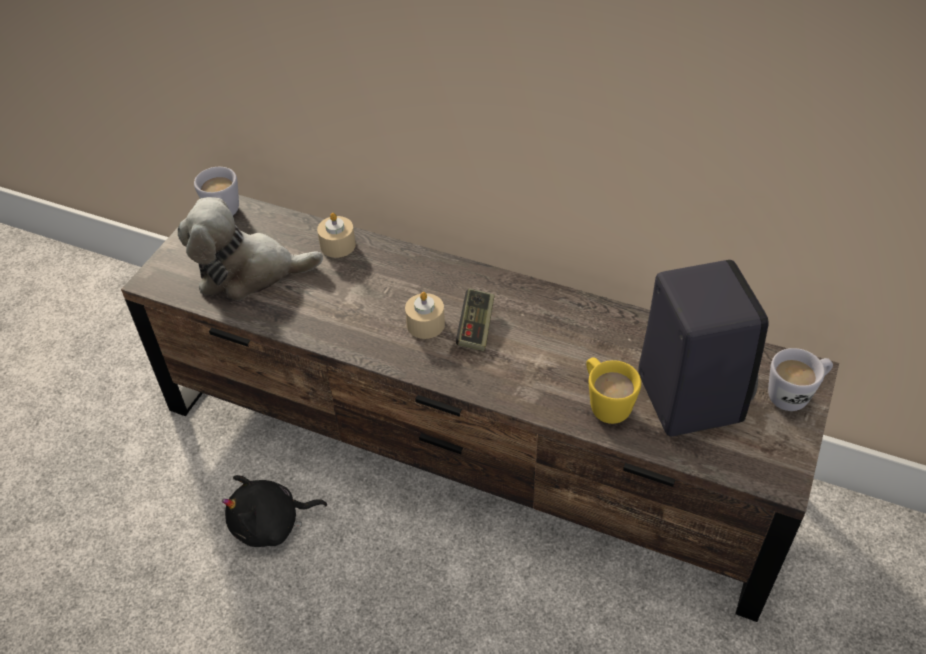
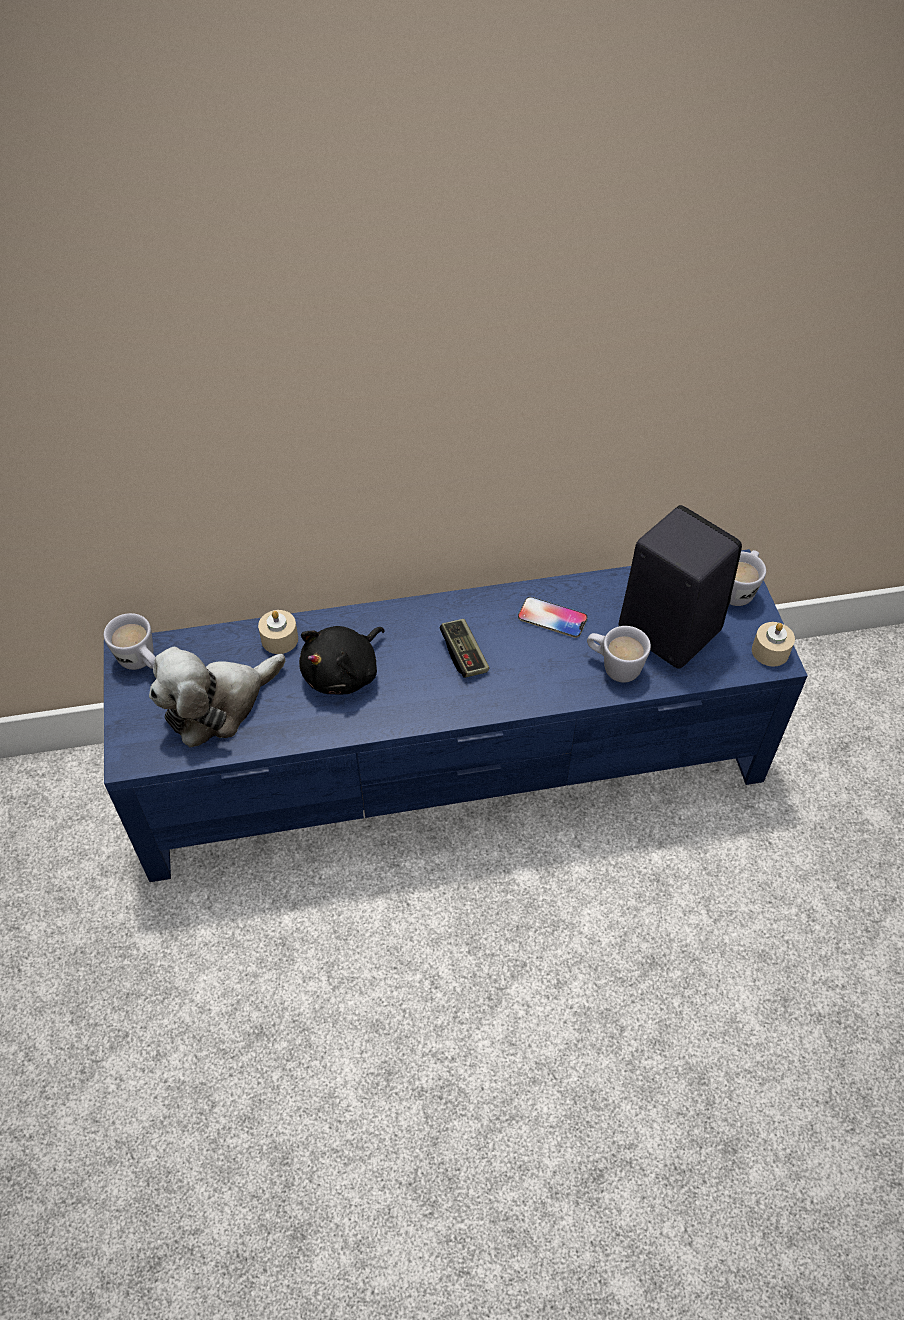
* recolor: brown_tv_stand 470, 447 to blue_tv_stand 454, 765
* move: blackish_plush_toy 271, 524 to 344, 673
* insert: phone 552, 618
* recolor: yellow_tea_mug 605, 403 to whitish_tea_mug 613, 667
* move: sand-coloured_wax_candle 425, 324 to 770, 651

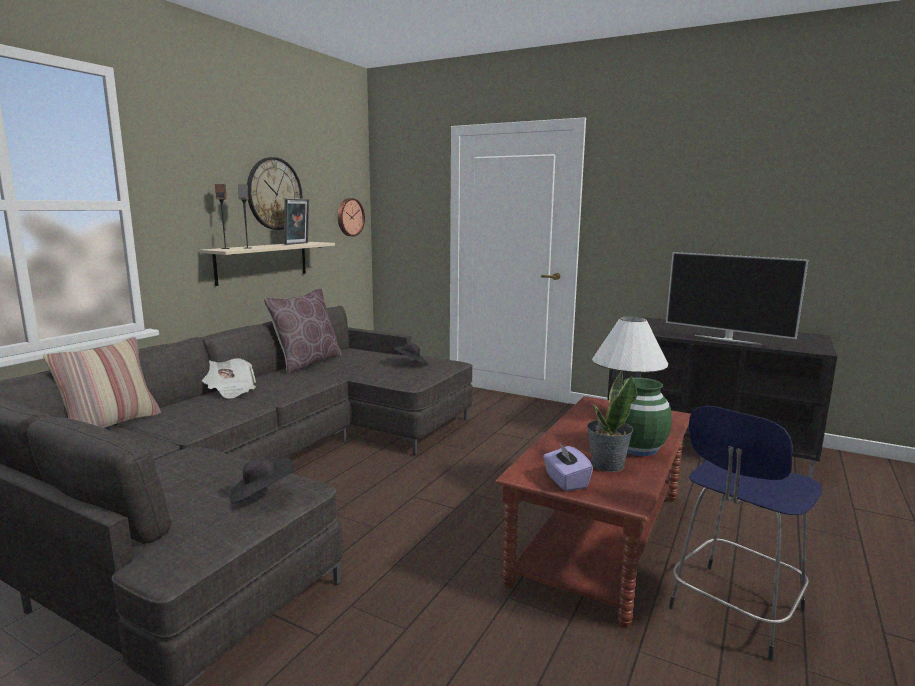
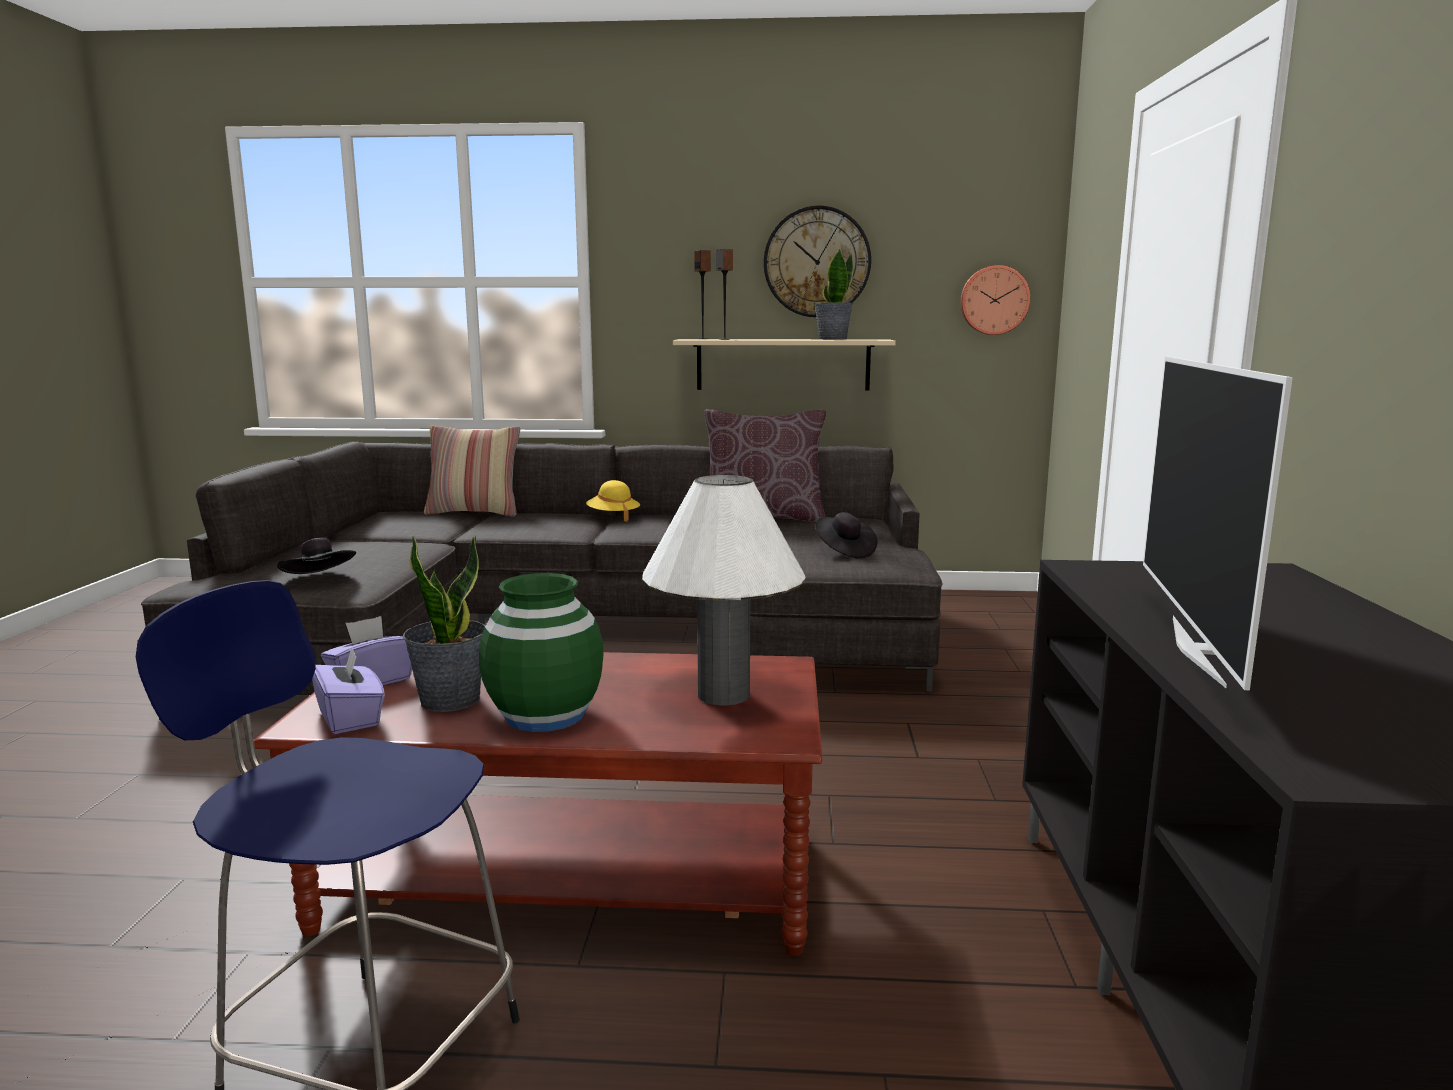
* insert: purple_box_of_tissues 350, 718
* replace: newspaper 229, 390 to yellow_hat 613, 517
* replace: standing_frame 297, 243 to plant_in_a_pot 832, 339

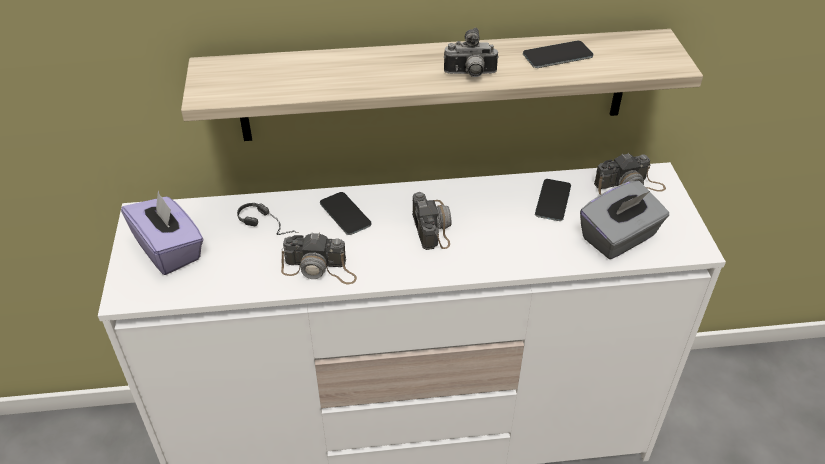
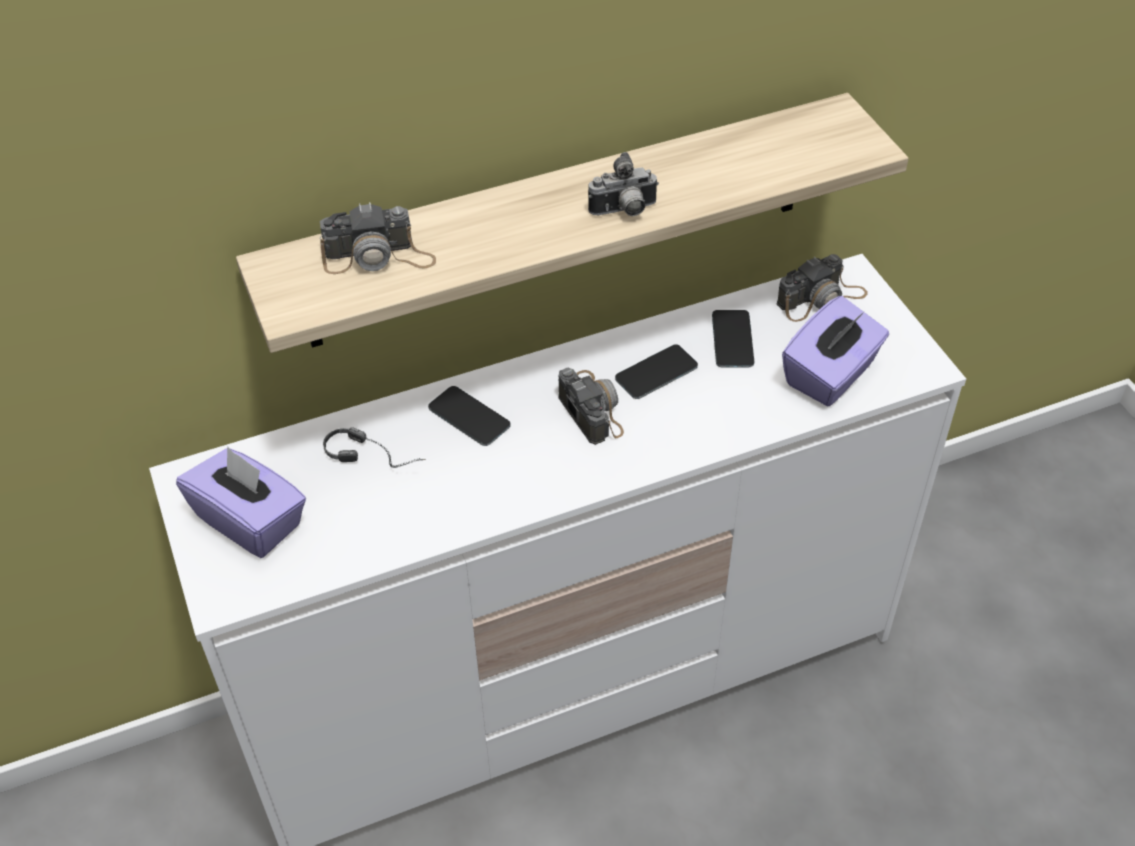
* move: photo_camera 319, 269 to 378, 257
* move: phone 557, 55 to 656, 372
* recolor: grey_box_of_tissues 619, 238 to purple_box_of_tissues 831, 375

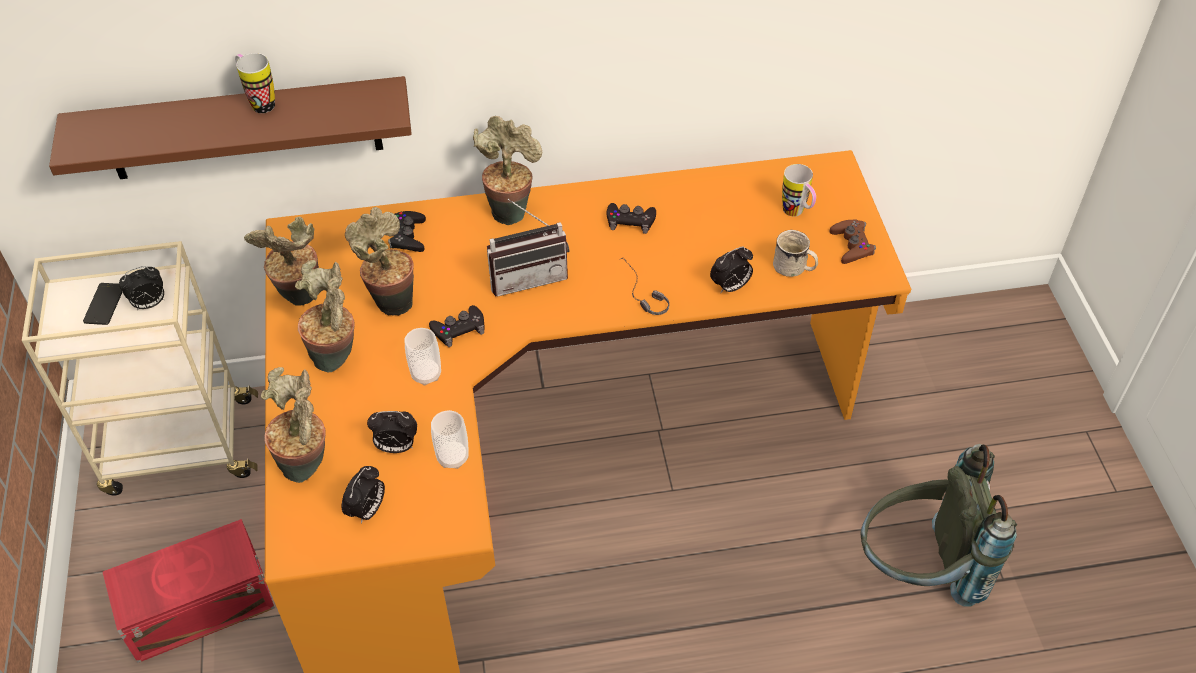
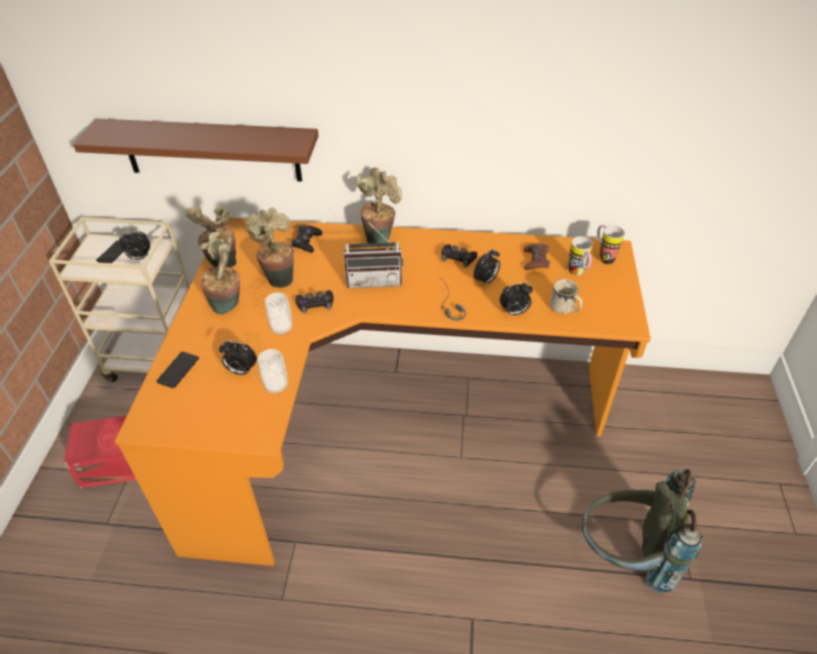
* replace: plant_in_a_pot 307, 465 to phone 178, 370
* move: bedside_clock 367, 510 to 486, 281
* move: brown_game_controller 851, 245 to 536, 260
* move: tea_mug 259, 102 to 603, 256

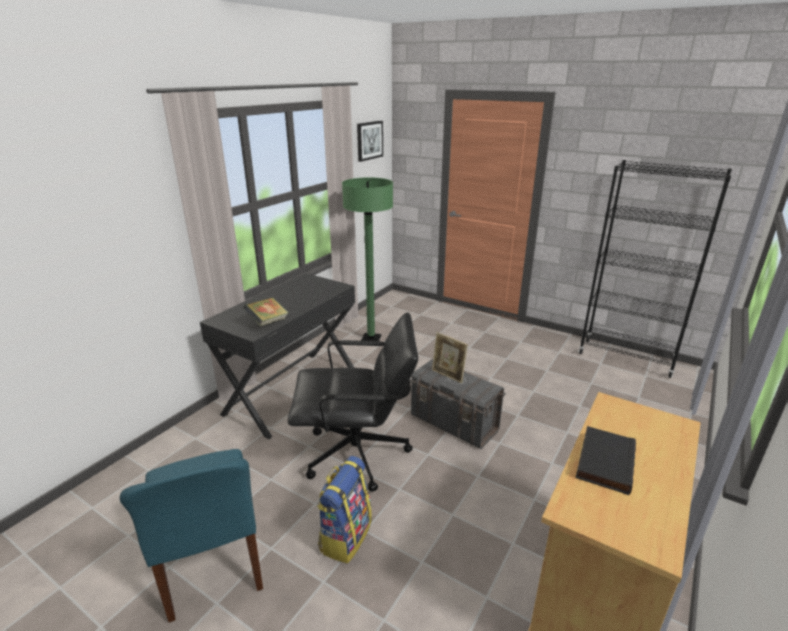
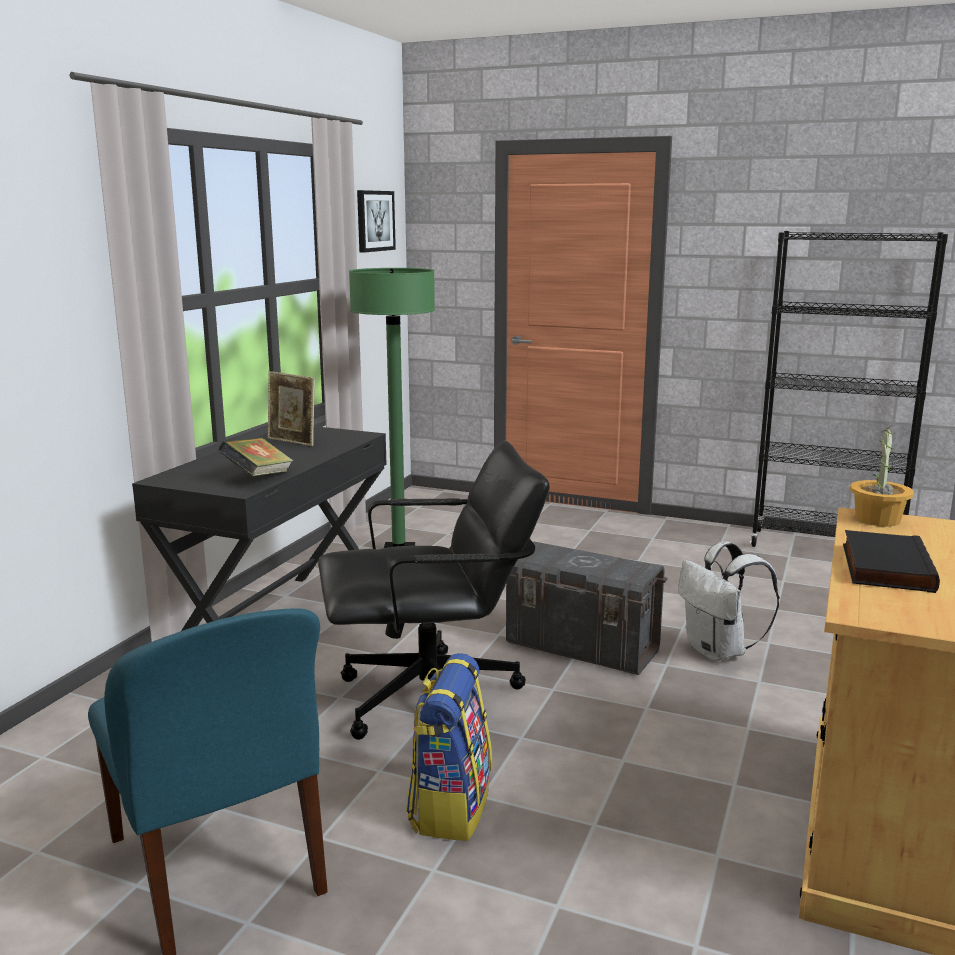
* move: standing_frame 448, 376 to 292, 442
* insert: whitish_rucksack 719, 652
* insert: plant_in_a_pot 878, 519

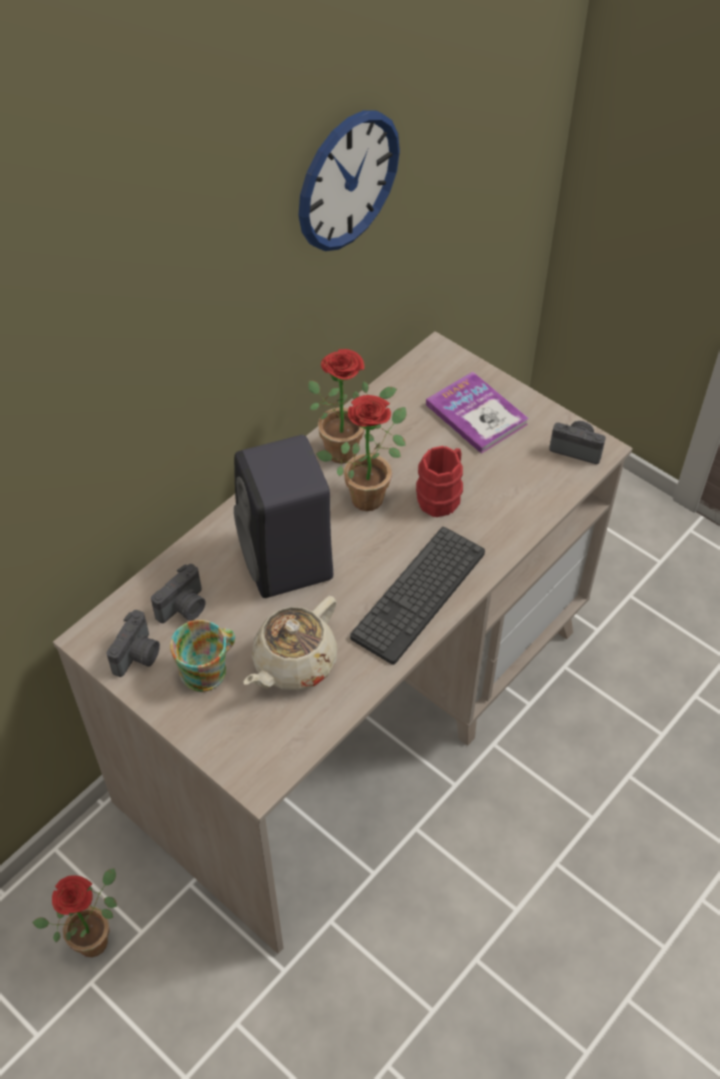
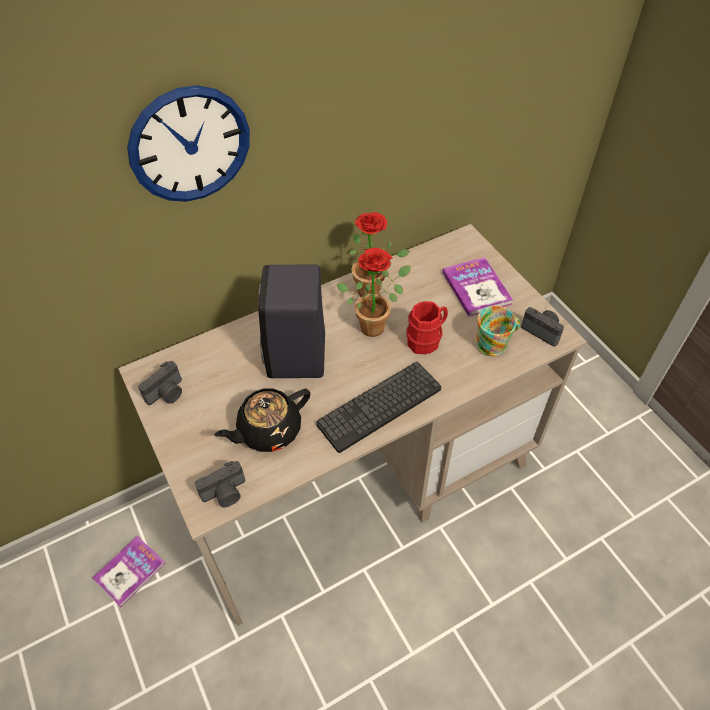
* replace: plant_in_a_pot 95, 935 to book 130, 571
* move: wall_clock 348, 181 to 190, 145
* move: photo_camera 184, 608 to 225, 494
* recolor: sand-coloured_teapot 293, 663 to blackish_teapot 268, 430
* move: tea_mug 209, 668 to 495, 343

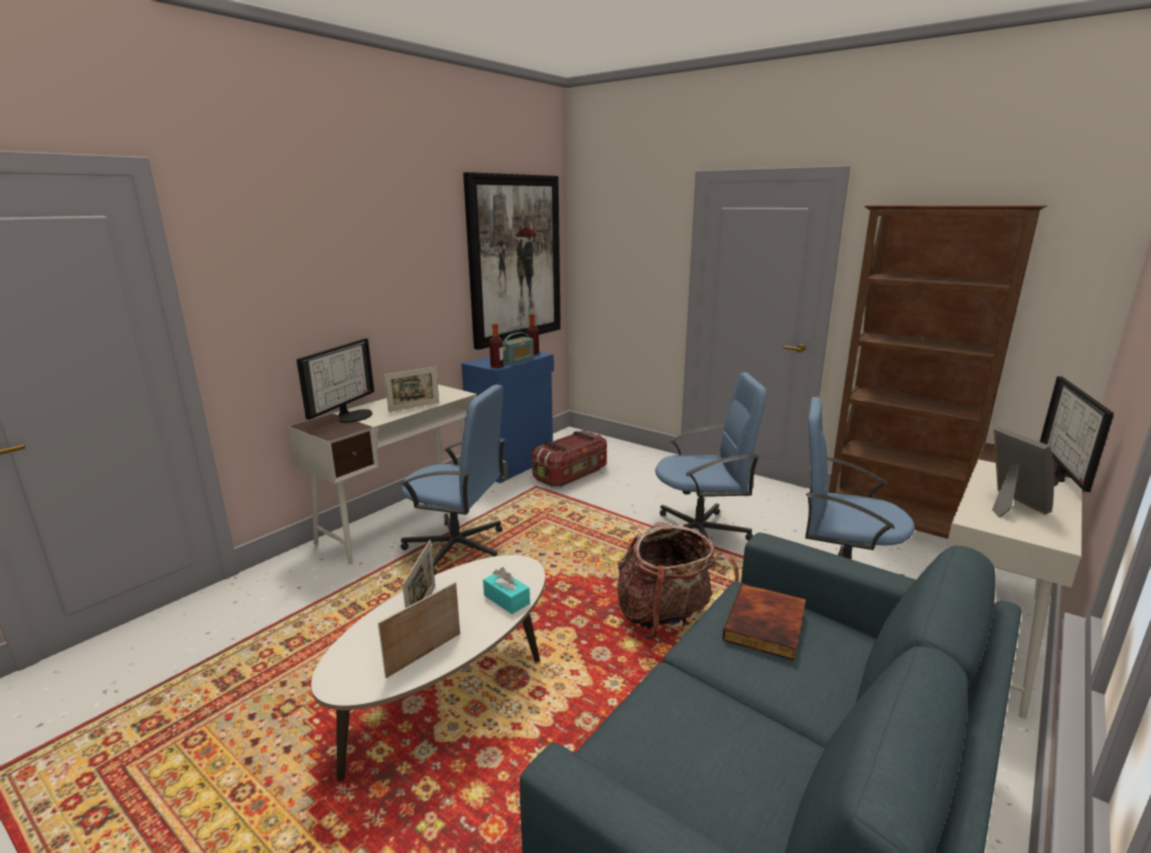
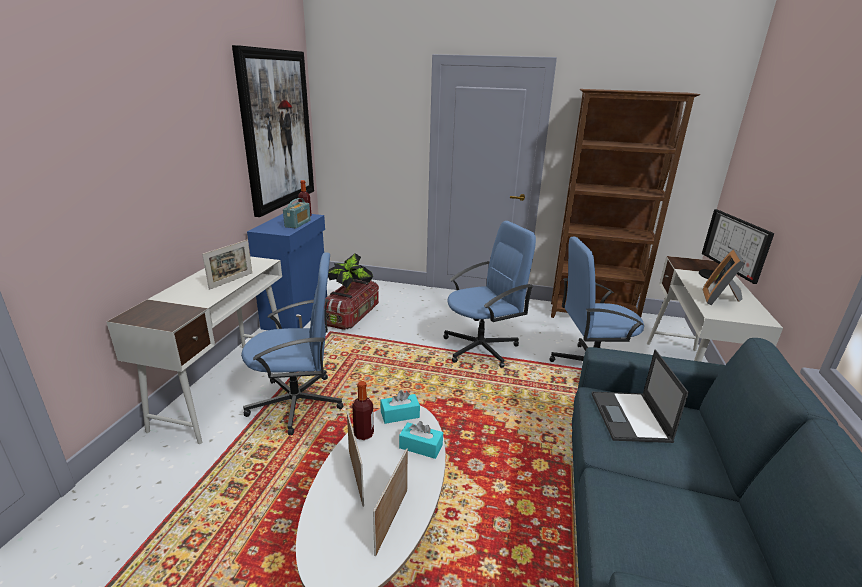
* insert: plant_in_a_pot 351, 291
* move: drink_bottle 497, 366 to 363, 434
* insert: turquoise_box_of_tissues 400, 414
* replace: book 767, 626 to portable_computer 630, 417
* rotate: standing_frame 1010, 505 = 720, 299 120 degrees counterclockwise
* delete: computer_display 352, 415
* delete: rucksack 666, 619

